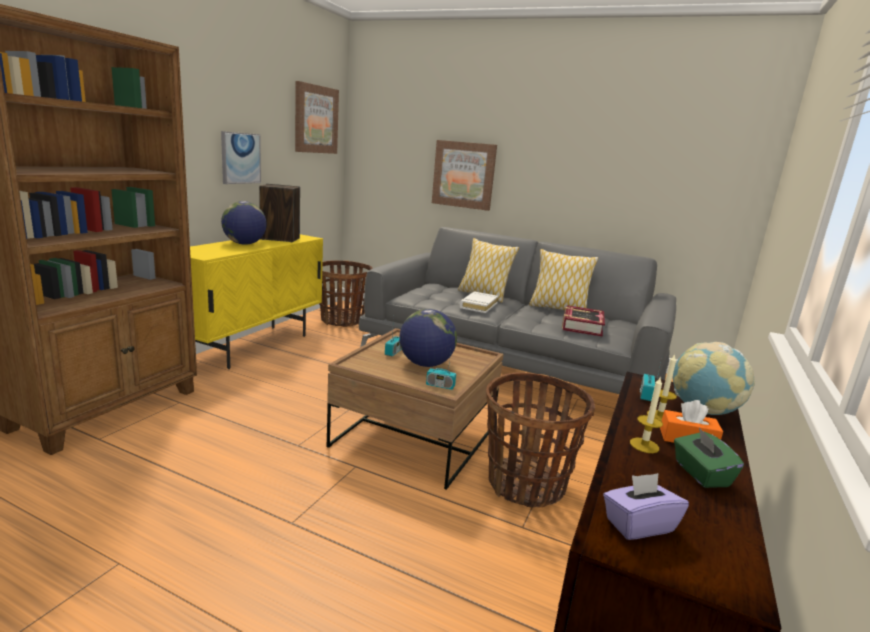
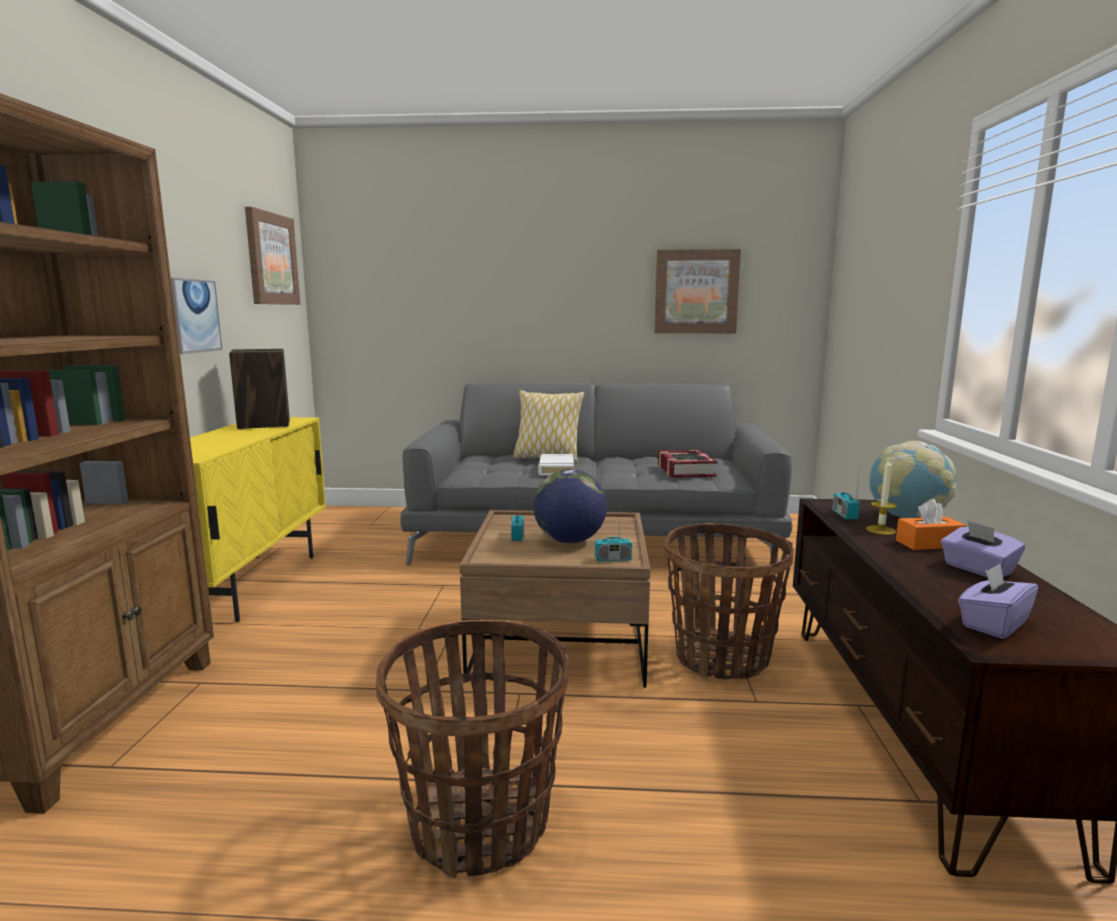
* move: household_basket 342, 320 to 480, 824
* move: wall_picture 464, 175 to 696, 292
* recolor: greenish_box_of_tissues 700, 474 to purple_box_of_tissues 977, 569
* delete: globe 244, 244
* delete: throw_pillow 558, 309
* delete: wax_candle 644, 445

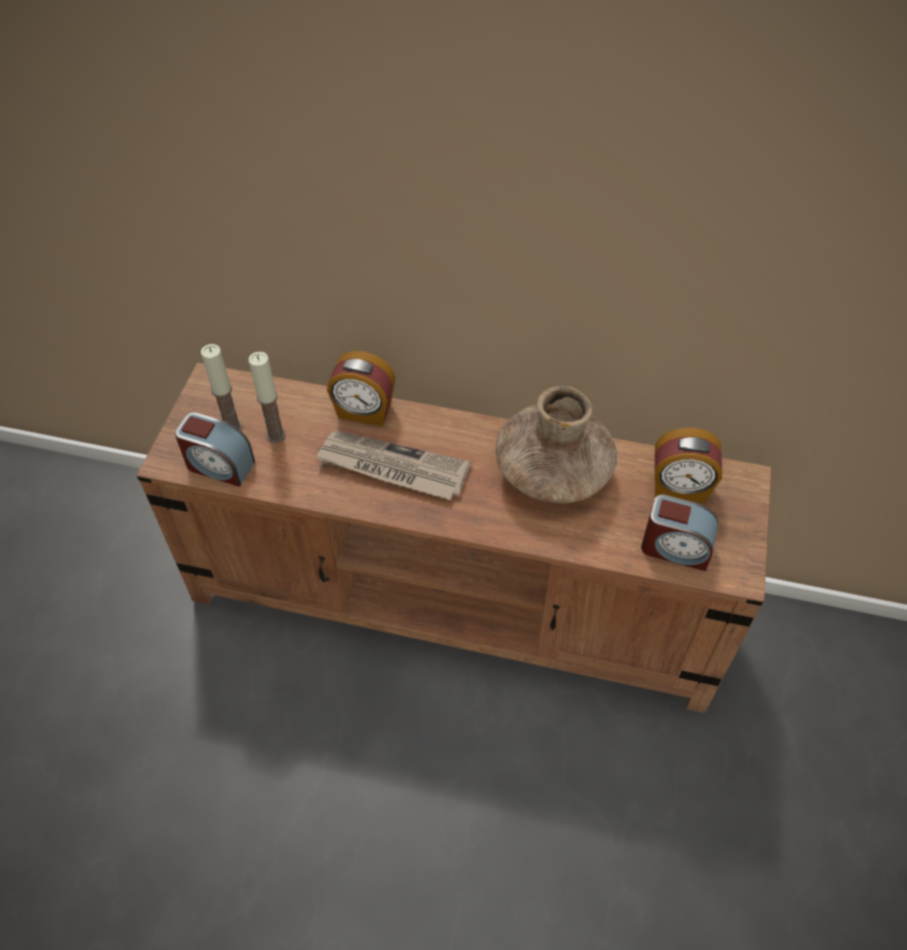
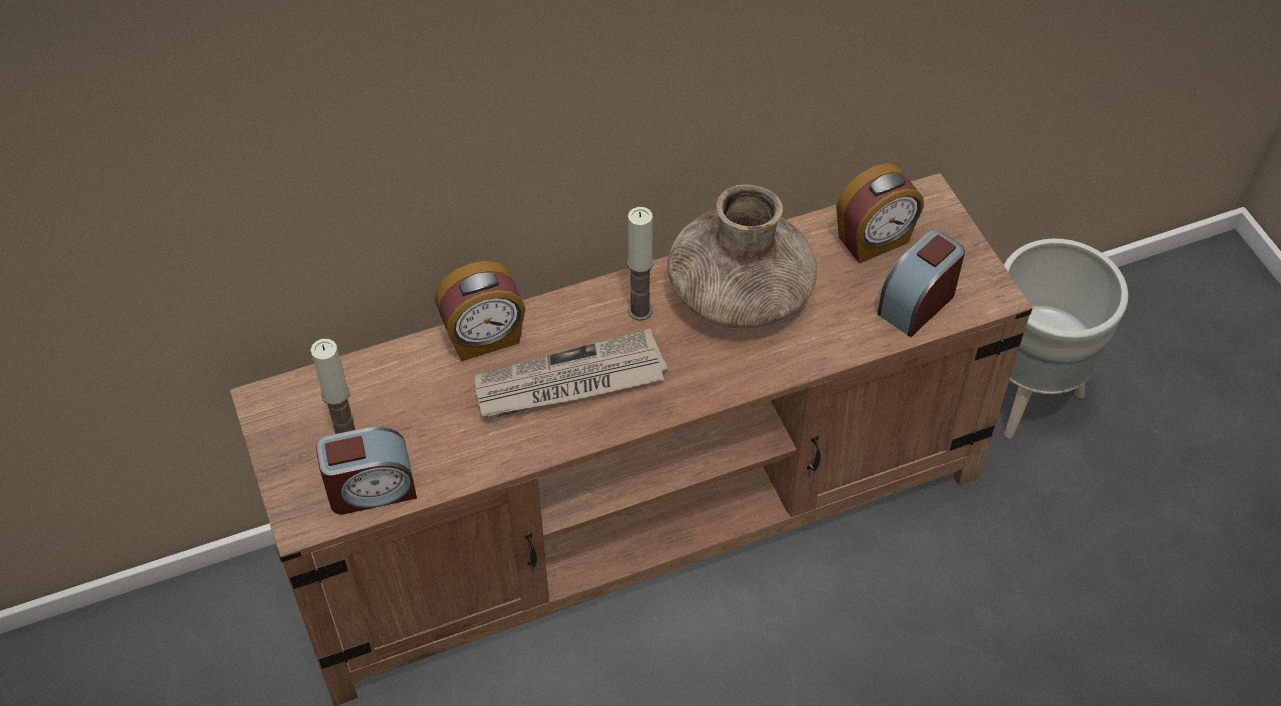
* move: wax_candle 276, 435 to 640, 310
* rotate: bedside_clock 675, 548 = 917, 302 150 degrees clockwise
* insert: grey_planter 1028, 395

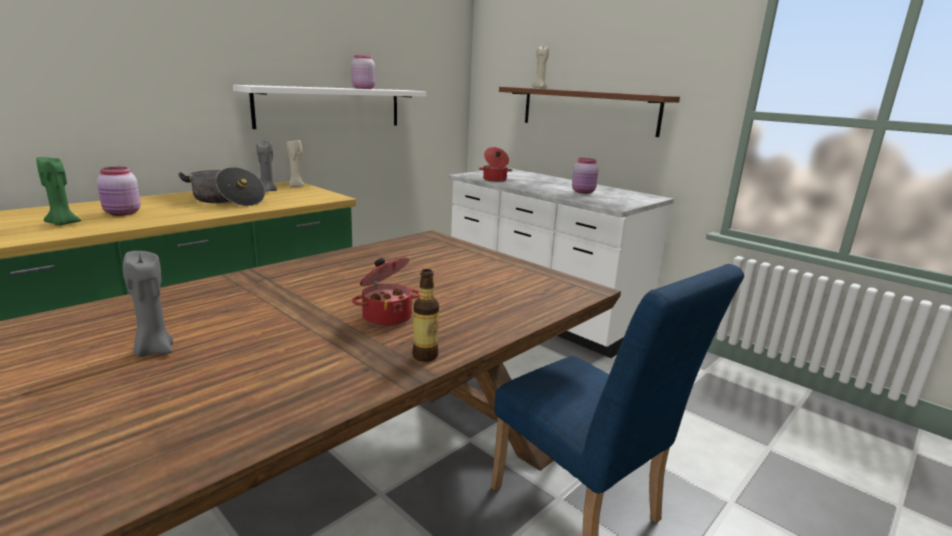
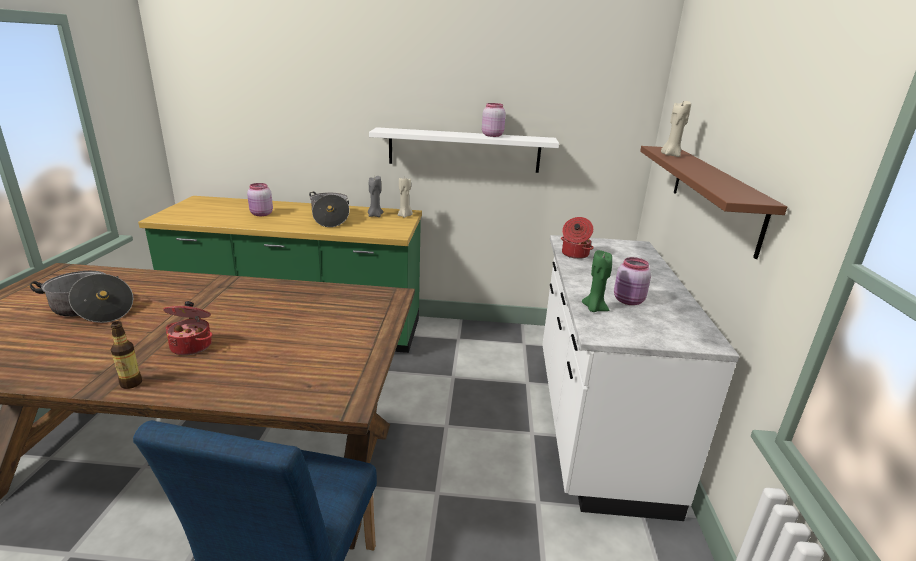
* replace: grey_wax_candle 154, 350 to cooking_pot 90, 310
* move: greenish_wax_candle 62, 224 to 594, 309

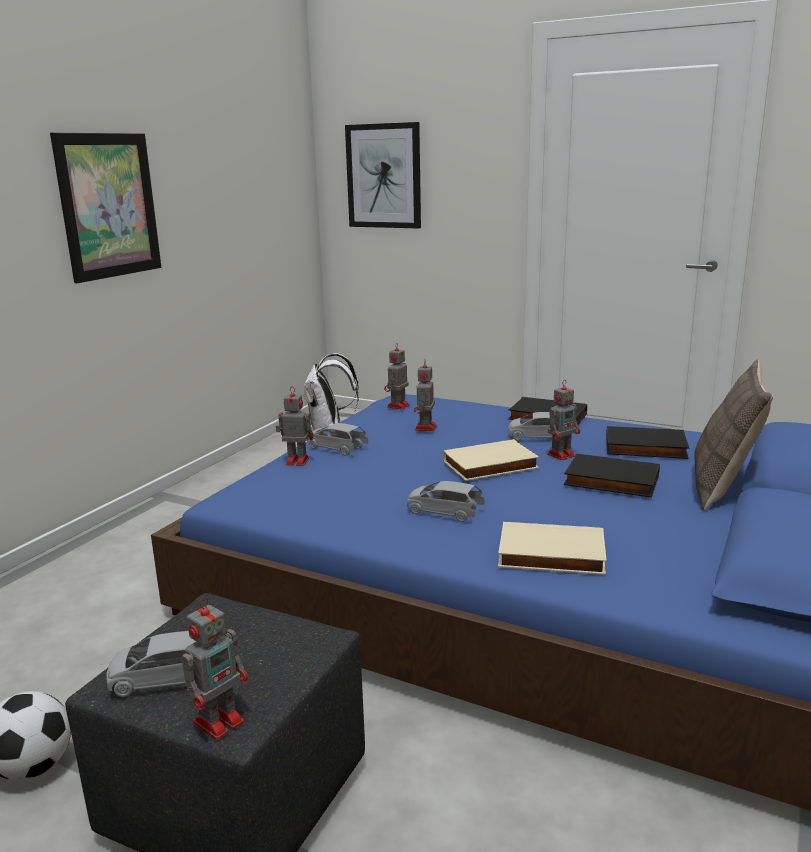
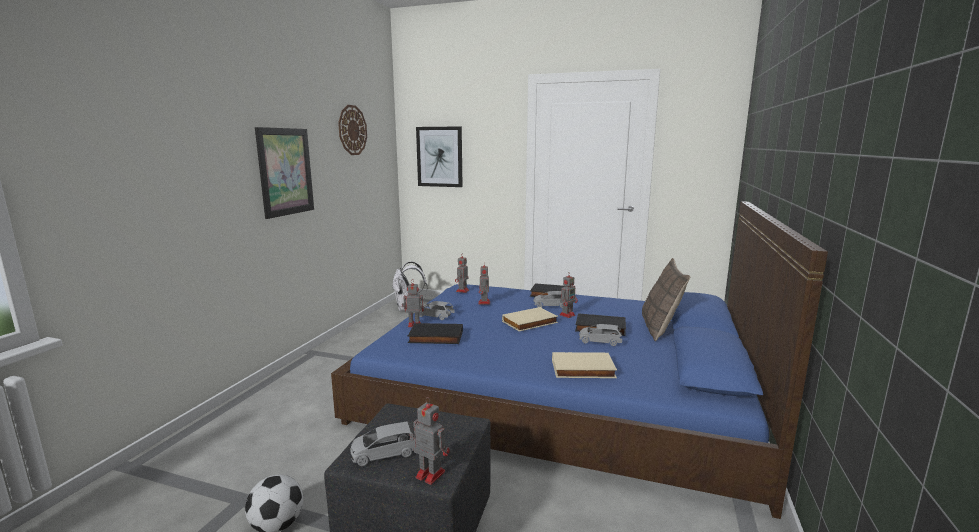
* insert: wall_clock 352, 130
* move: blackish_book 645, 448 to 435, 337
* rotate: robot_figure 220, 720 = 429, 474 90 degrees counterclockwise
* move: grey_model_car 444, 512 to 600, 341

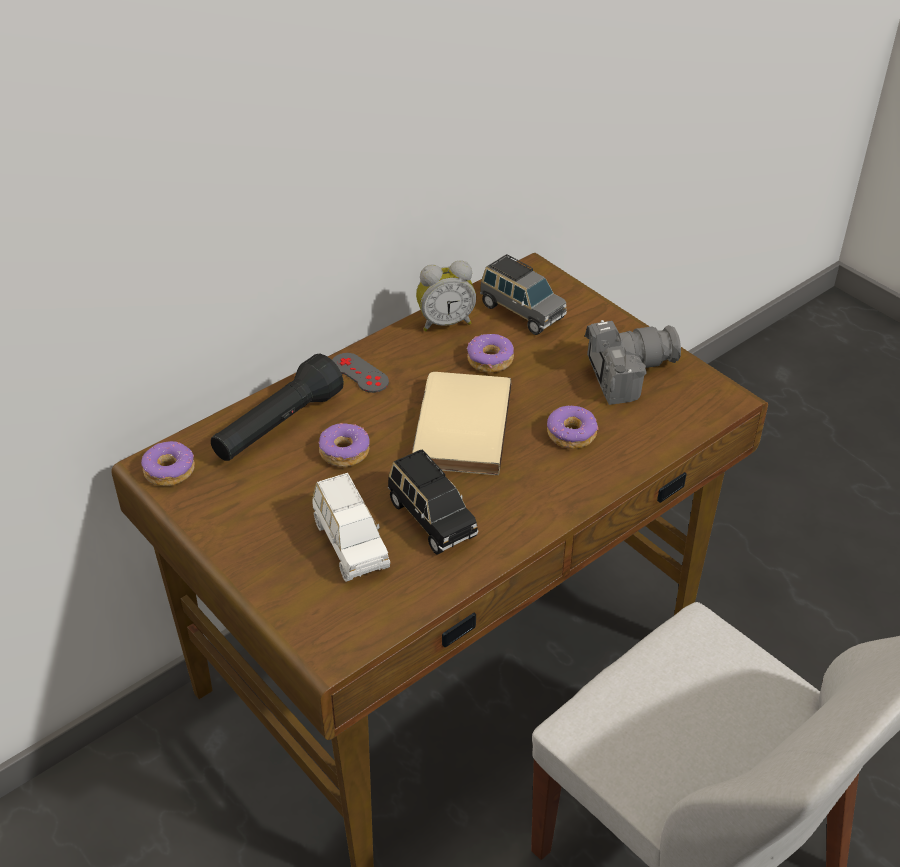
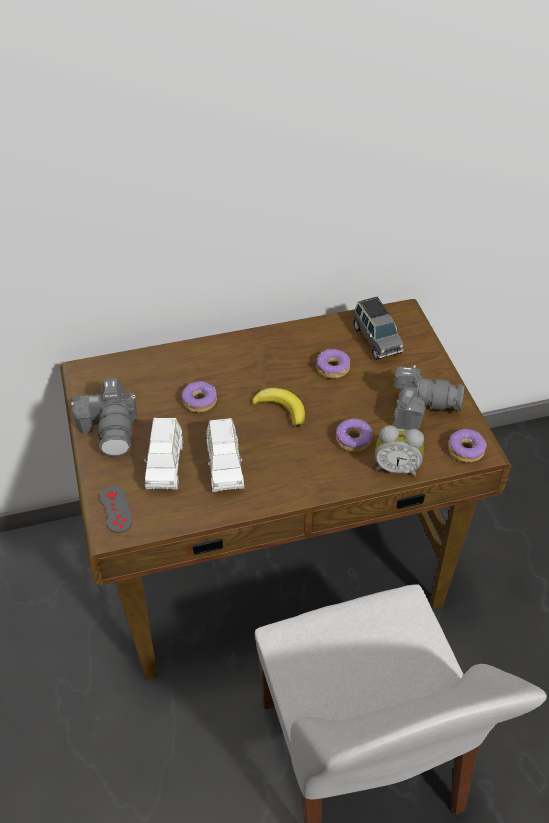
* insert: photo_camera 111, 428
* move: grey_game_controller 359, 373 to 116, 509
* recolor: blackish_model_car 431, 519 to whitish_model_car 225, 466
* replace: sand-coloured_book 458, 427 to banana 281, 408
* move: bedside_clock 445, 322 to 396, 467
* move: donut 169, 470 to 466, 450
* delete: blackish_torch 278, 426

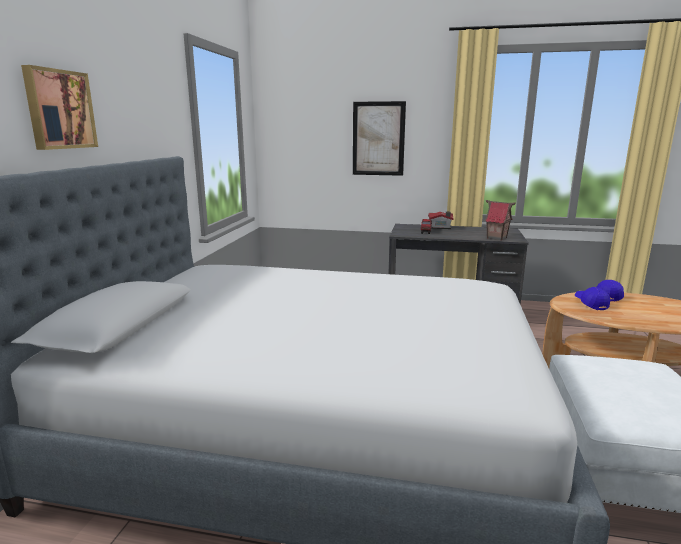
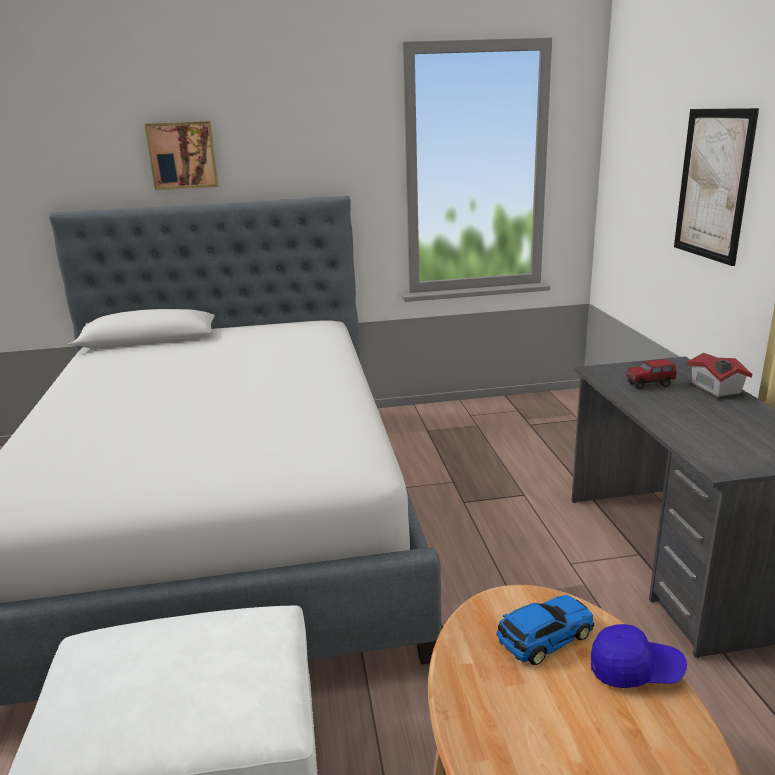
* replace: blue_peaked_cap 591, 304 to model_car 543, 637
* delete: toy_house 496, 238

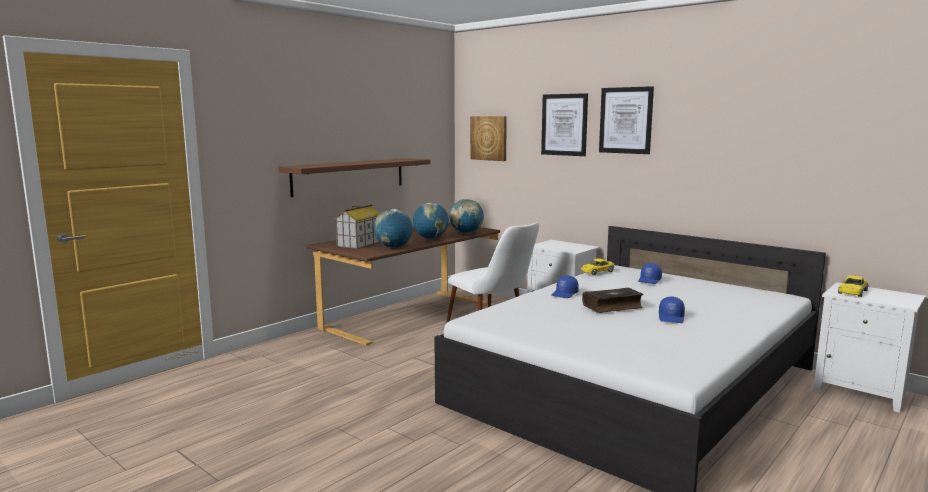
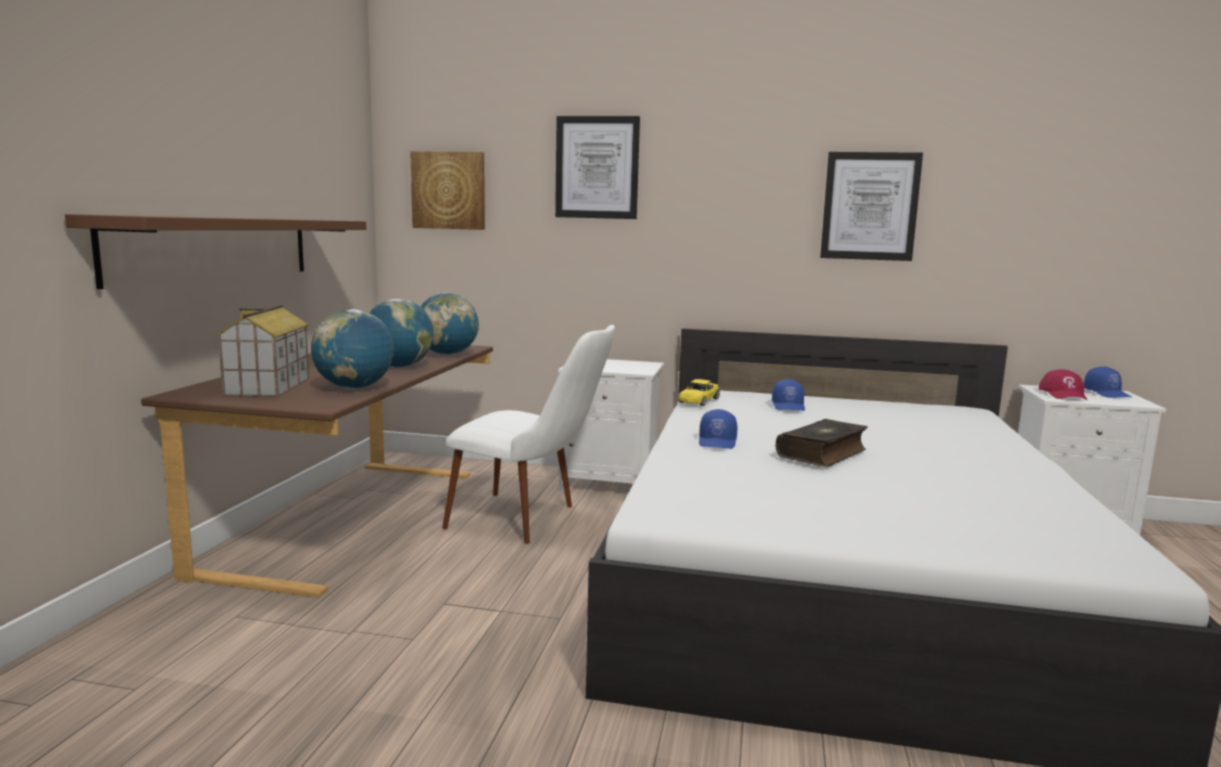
* move: wall_picture 626, 120 to 870, 206
* replace: yellow_model_car 852, 292 to reddish_peaked_cap 1063, 394
* move: blue_peaked_cap 671, 318 to 1107, 394

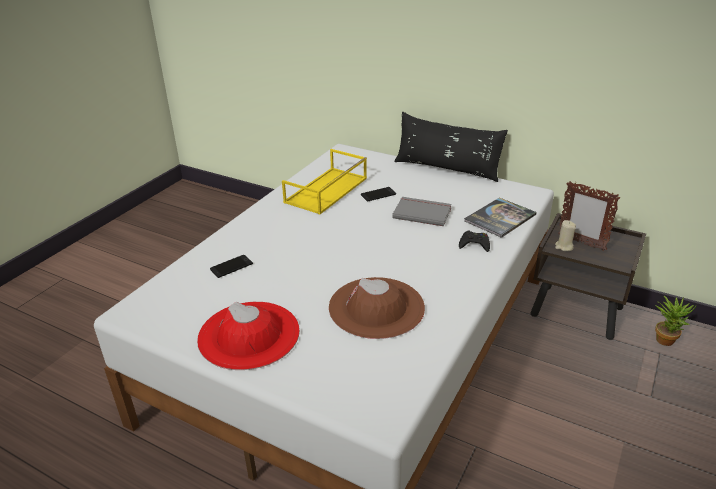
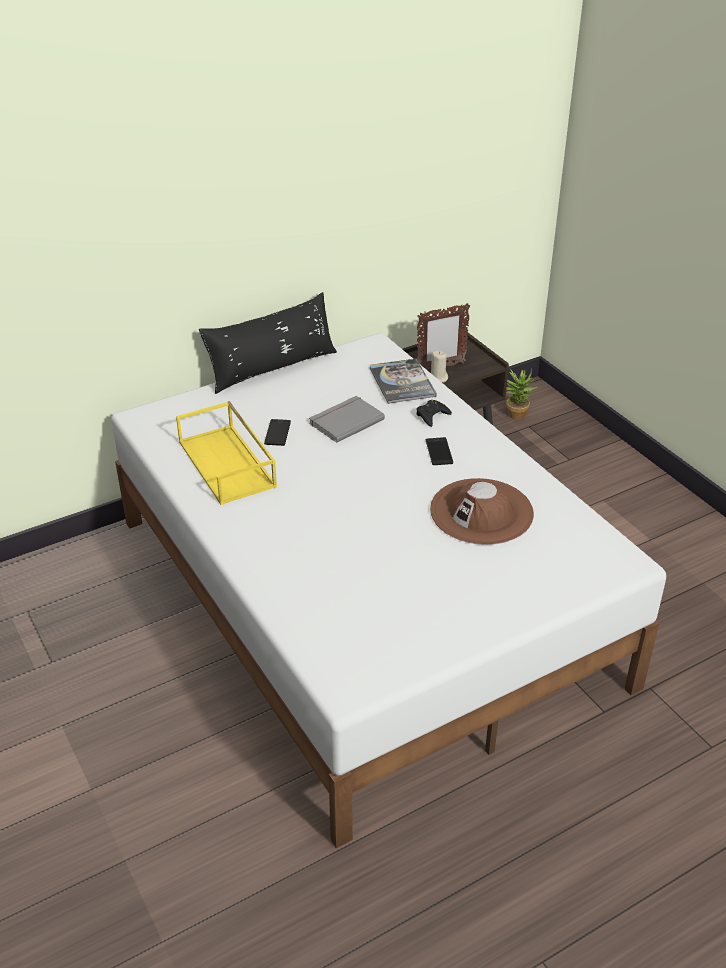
* move: phone 231, 266 to 439, 452
* delete: reddish_hat 249, 335

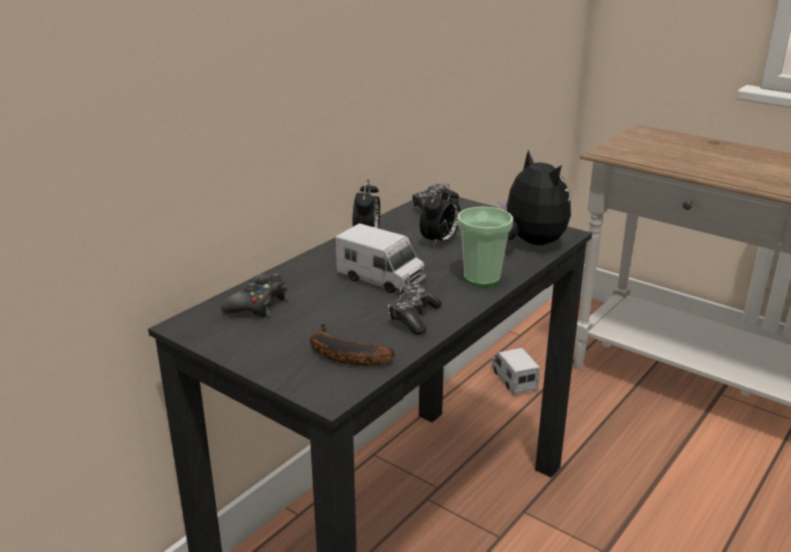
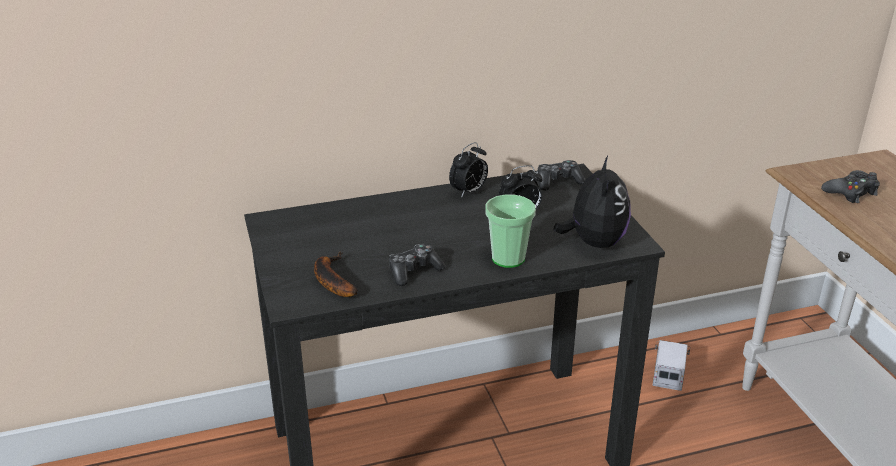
* move: blackish_game_controller 258, 304 to 851, 192
* delete: model_truck 381, 279

